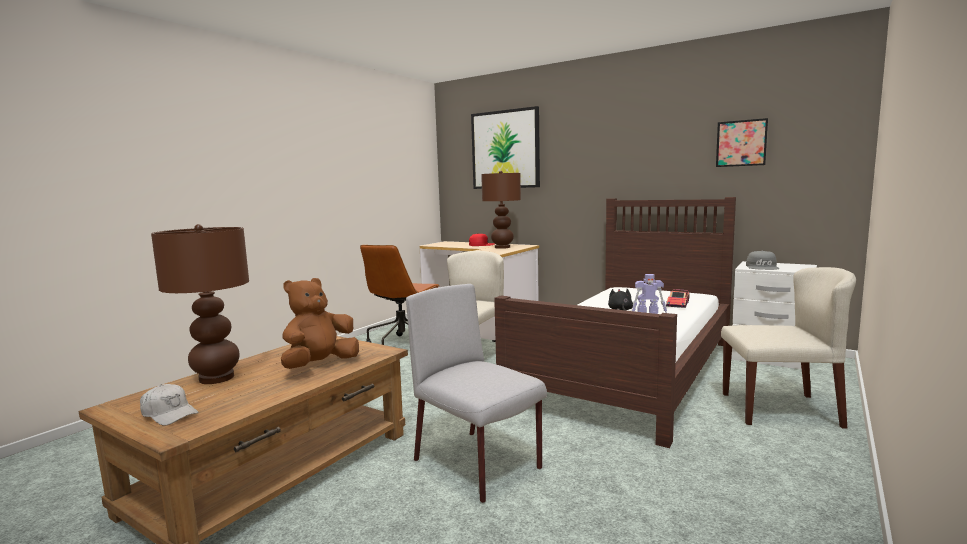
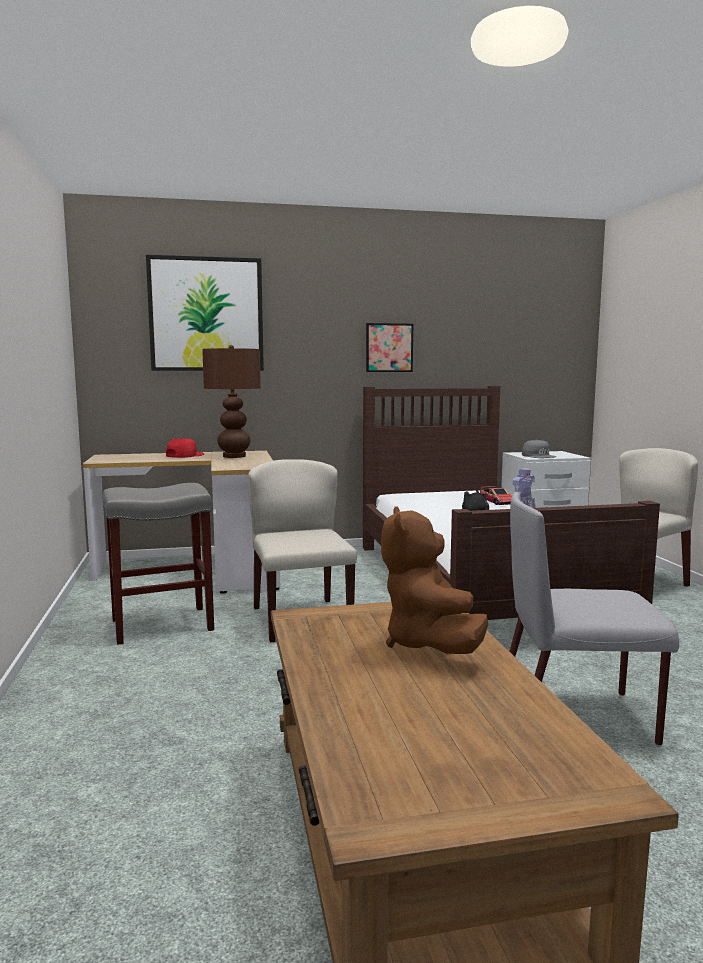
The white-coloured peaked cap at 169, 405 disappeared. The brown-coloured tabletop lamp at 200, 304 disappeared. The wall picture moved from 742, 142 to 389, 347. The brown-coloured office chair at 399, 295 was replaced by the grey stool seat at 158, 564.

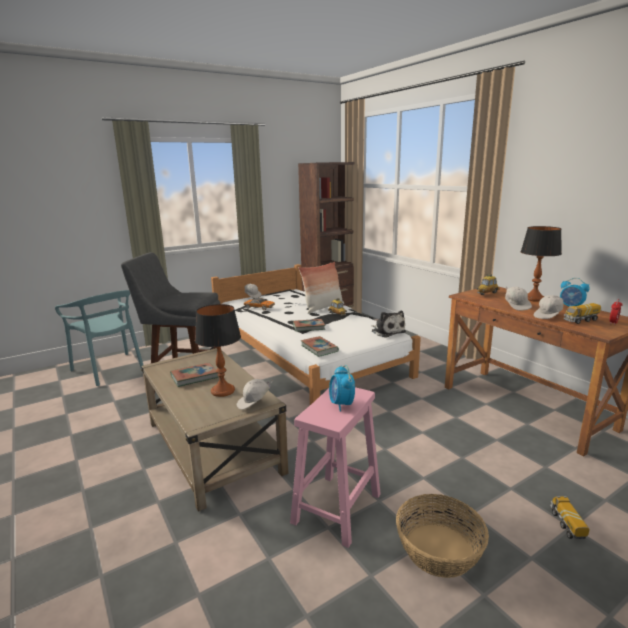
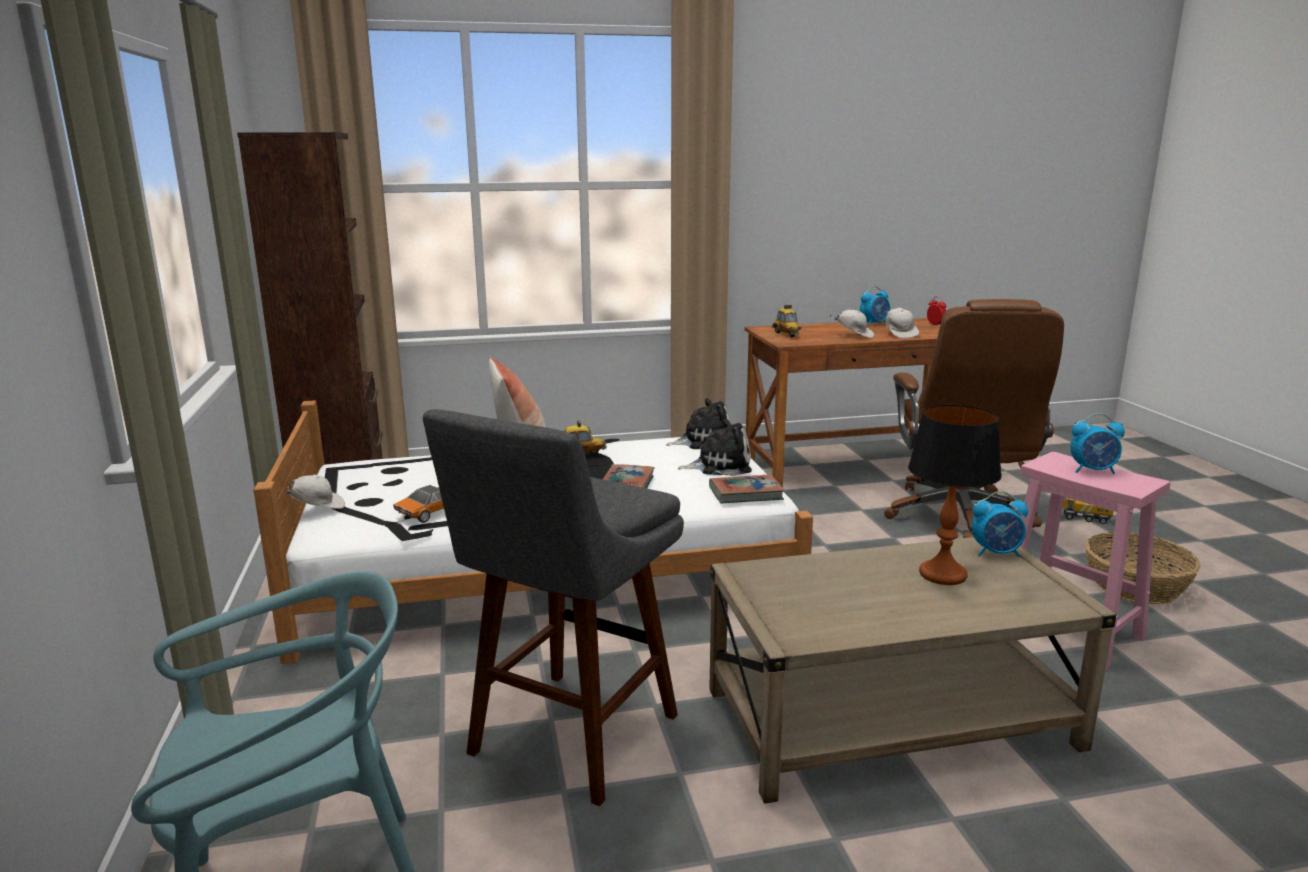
The book at 194, 374 disappeared. The tabletop lamp at 541, 264 disappeared. The toy truck at 582, 313 disappeared. The soft toy at 714, 447 appeared. The brown-coloured office chair at 974, 418 appeared. The white-coloured peaked cap at 255, 394 was replaced by the bedside clock at 1000, 524.

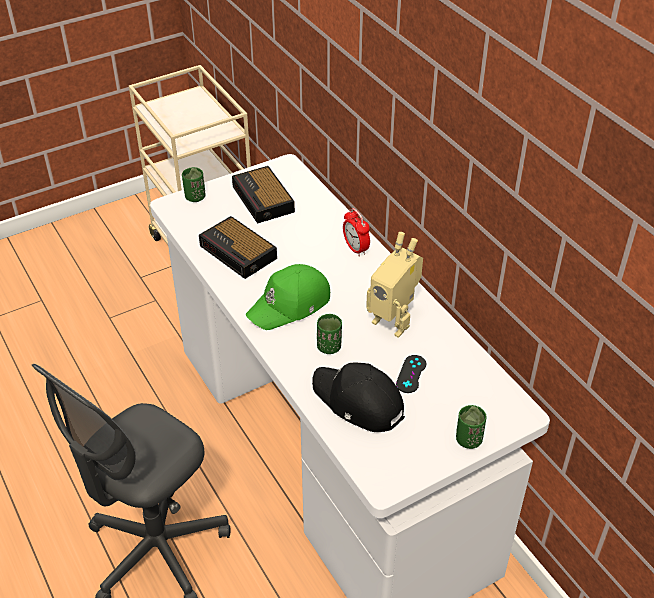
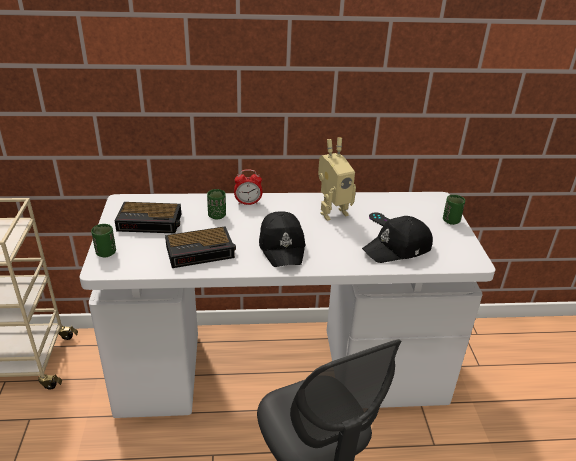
The green cup moved from 329, 334 to 216, 204. The green peaked cap at 288, 297 became the blackish peaked cap at 282, 239.

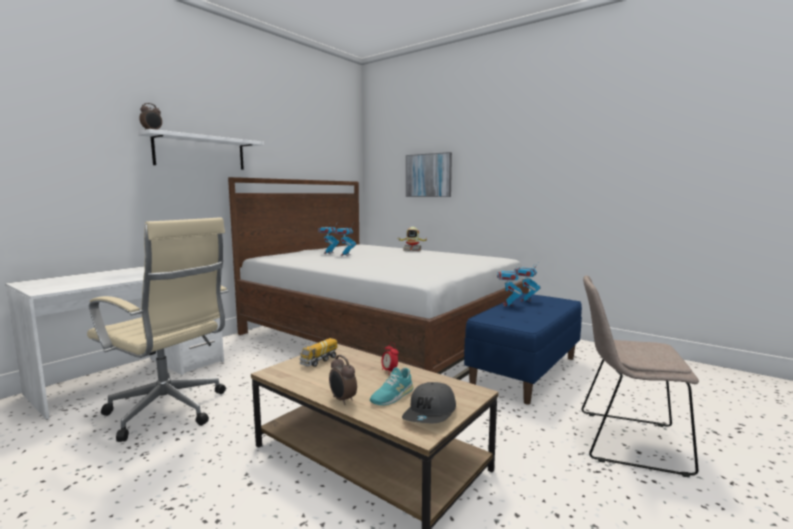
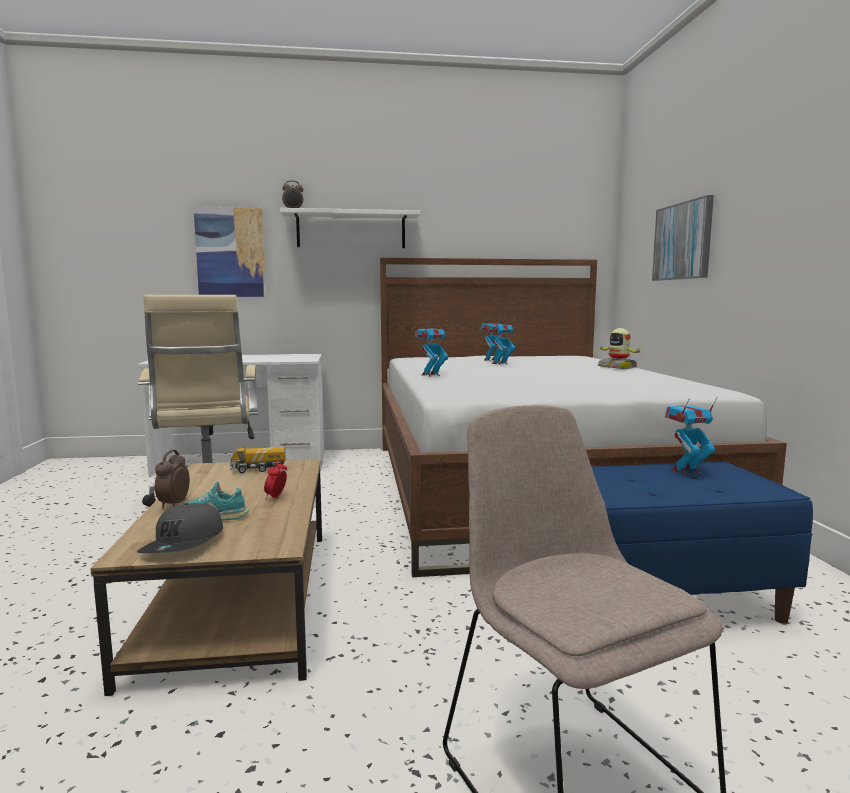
The wall picture at 229, 251 appeared. The robot figure moved from 509, 285 to 431, 348. The grey peaked cap at 429, 402 turned 60 degrees counterclockwise.

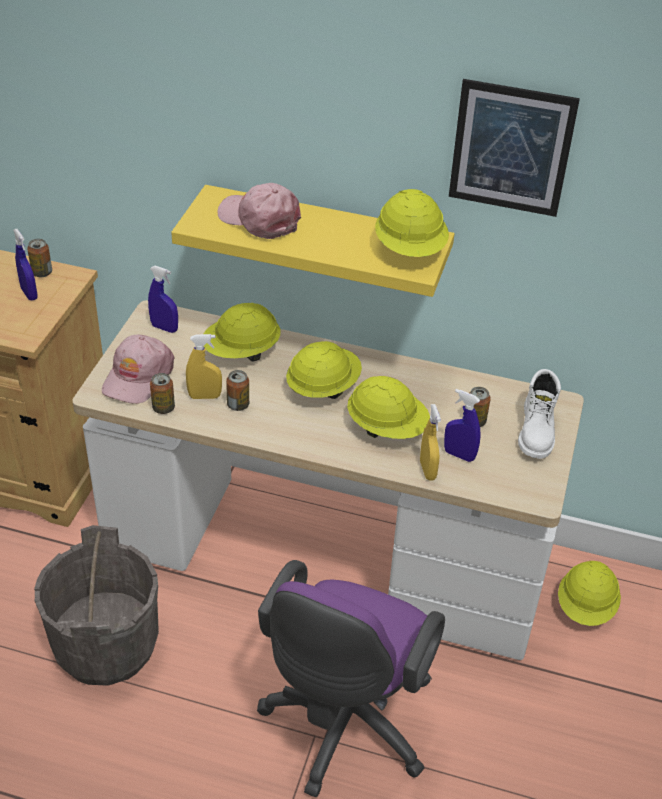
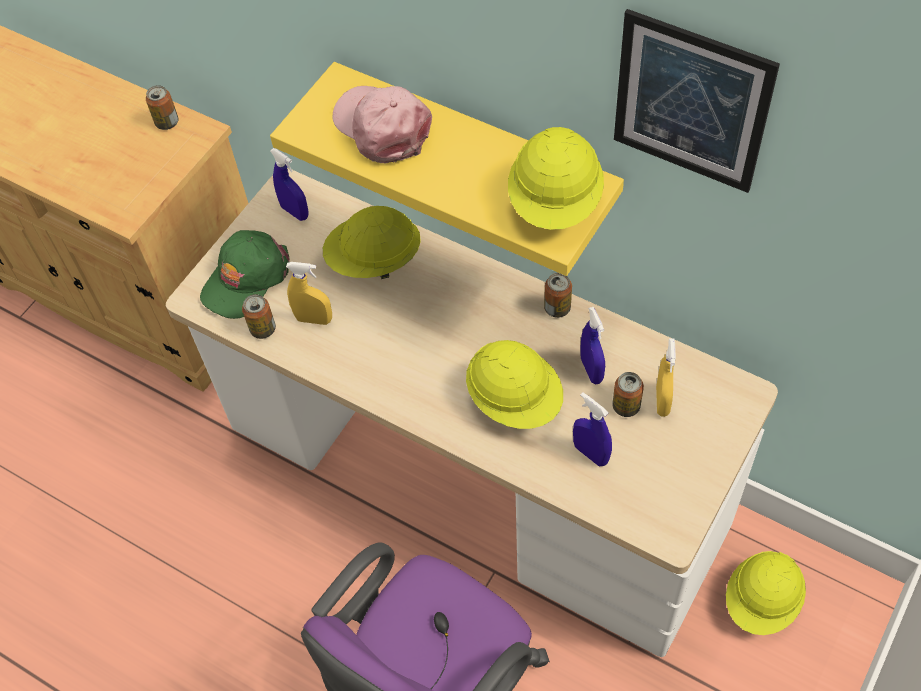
The grey bucket at 96, 605 disappeared. The yellow work helmet at 324, 370 disappeared. The white-coloured boot at 539, 414 disappeared. The blue sprayer moved from 25, 264 to 592, 345. The can moved from 237, 390 to 558, 295. The yellow sprayer moved from 430, 442 to 666, 377. The pink-coloured peaked cap at 138, 369 became the green peaked cap at 245, 274.

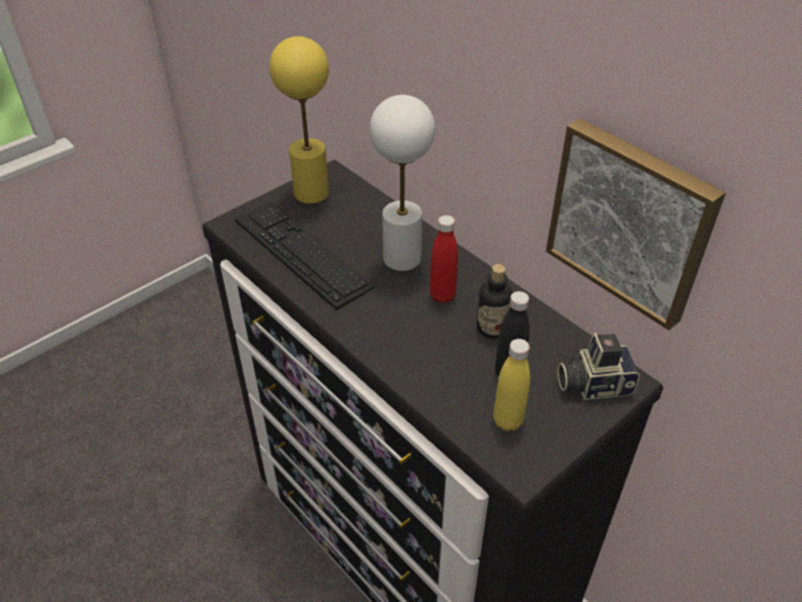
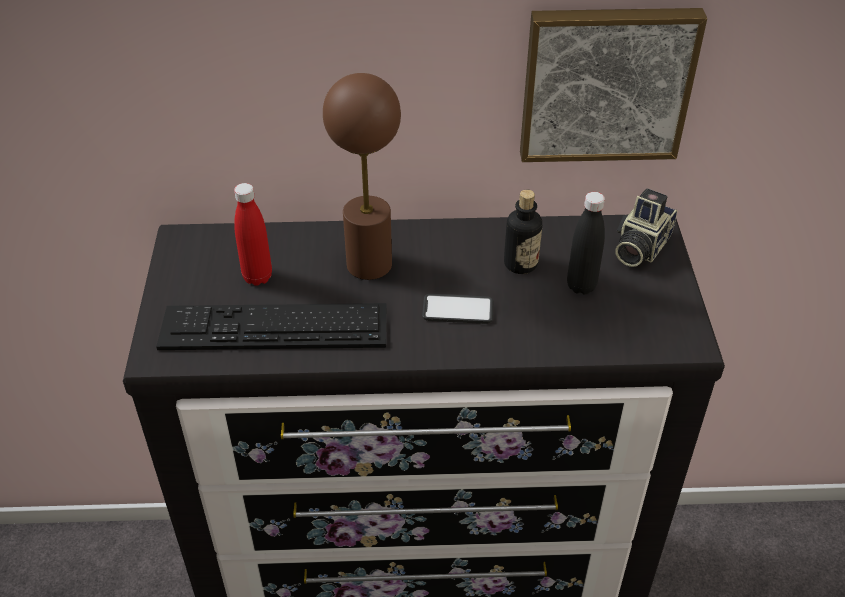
The yellow tabletop lamp at 299, 120 disappeared. The yellow beverage bottle at 511, 385 disappeared. The telephone at 457, 309 appeared. The reddish beverage bottle moved from 444, 259 to 253, 234. The white-coloured tabletop lamp at 402, 183 became the brown-coloured tabletop lamp at 362, 176.

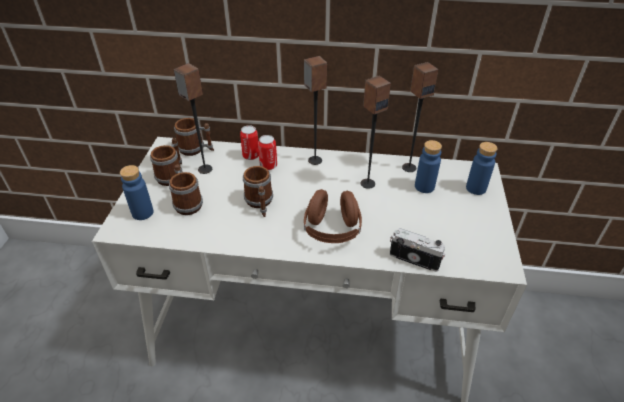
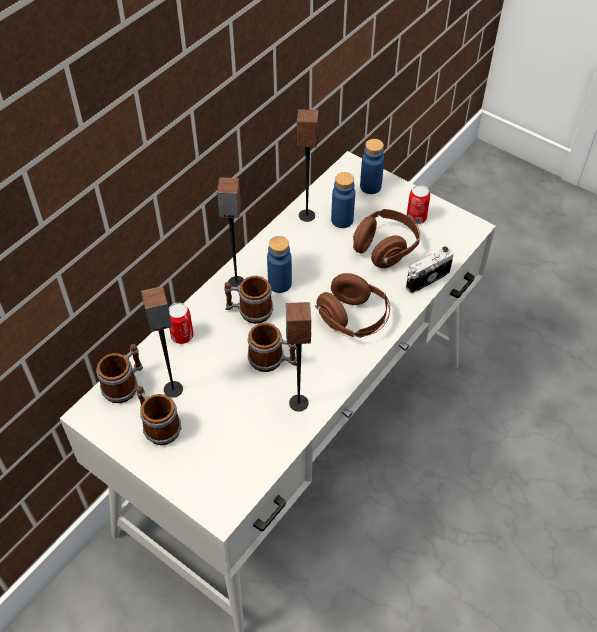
The brown-coloured headset at 386, 238 appeared. The blue beverage bottle moved from 137, 192 to 279, 264. The mug moved from 186, 189 to 248, 300. The can moved from 267, 152 to 418, 204. The audio speaker moved from 376, 132 to 298, 356.

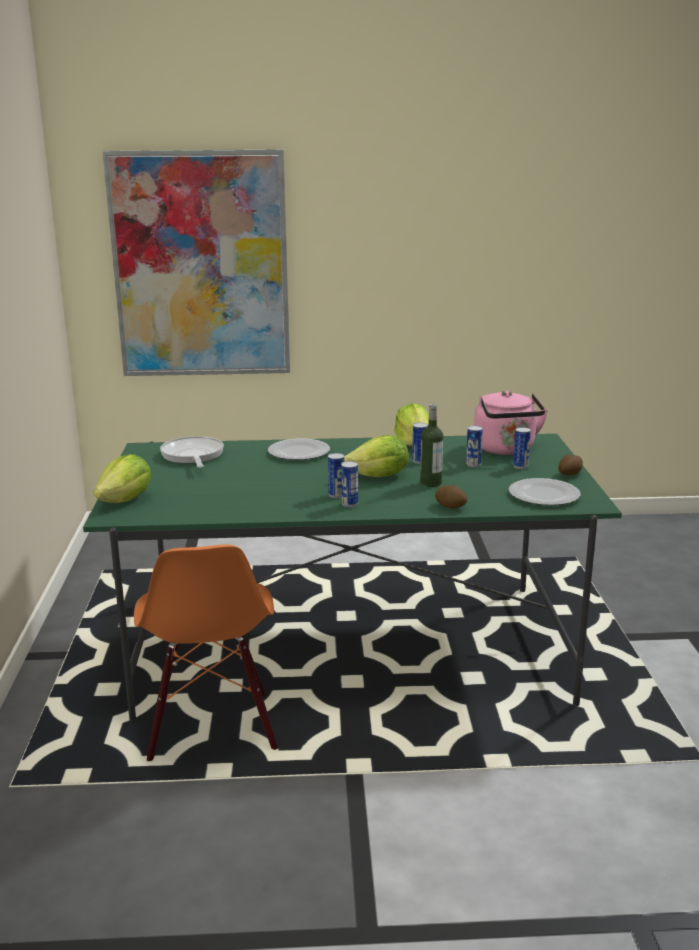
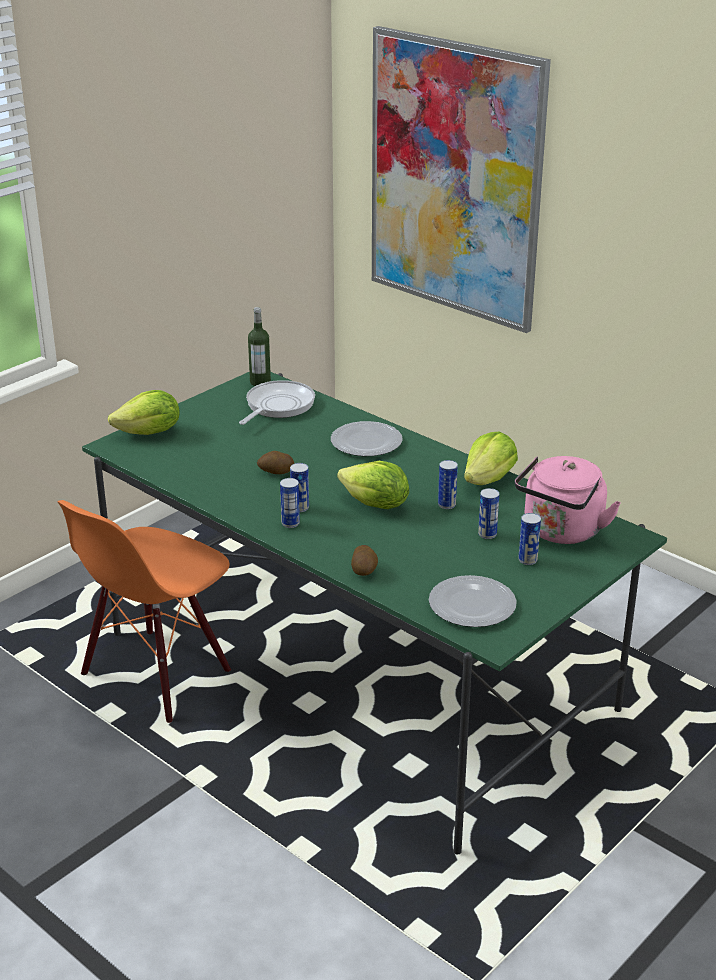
The beverage bottle moved from 431, 445 to 259, 346. The whole potato moved from 570, 465 to 275, 462.

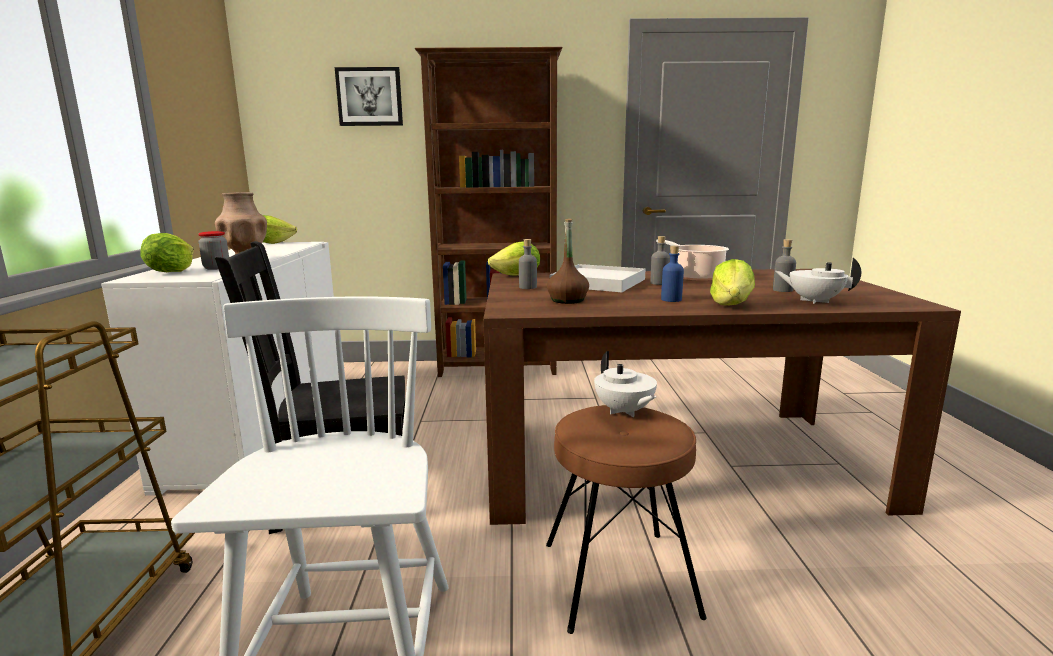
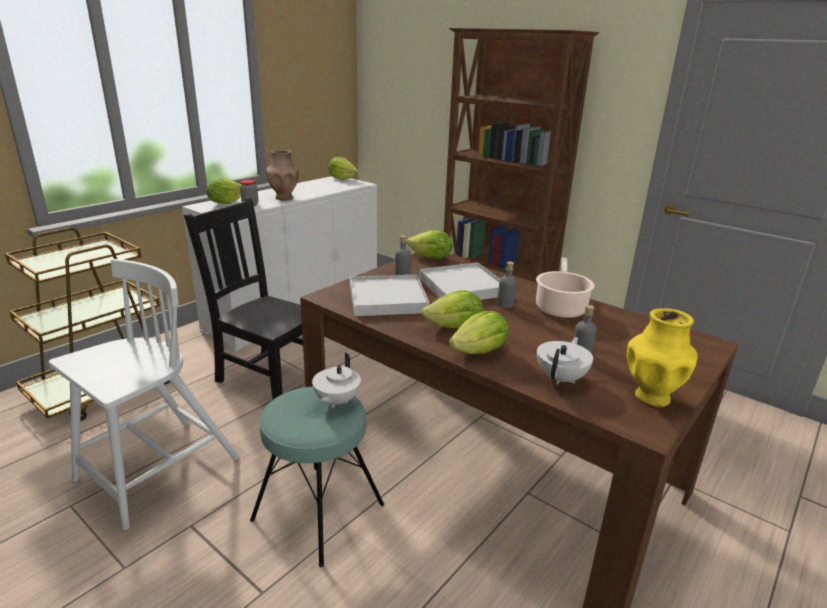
The wall picture at 369, 96 disappeared. The yellow flower vase at 662, 357 appeared. The brown-coloured beverage bottle at 568, 261 was replaced by the white-coloured carrying tray at 390, 295. The blue beverage bottle at 672, 273 was replaced by the lettuce at 452, 309. The brown-coloured stool seat at 626, 519 became the turquoise stool seat at 317, 477. The white-coloured pot for tea at 818, 281 turned 45 degrees clockwise.

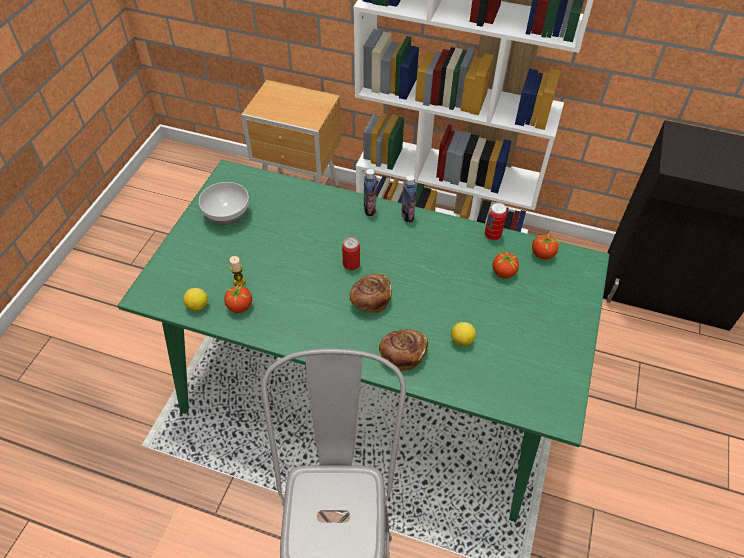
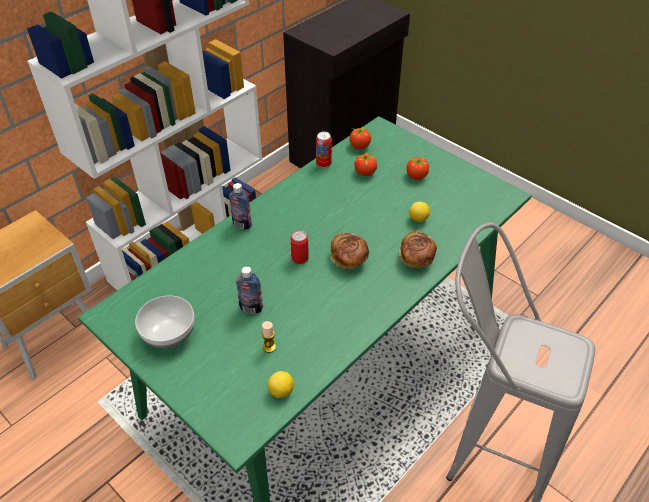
The fresh tomato moved from 238, 297 to 417, 168. The beverage bottle moved from 409, 198 to 249, 290.

